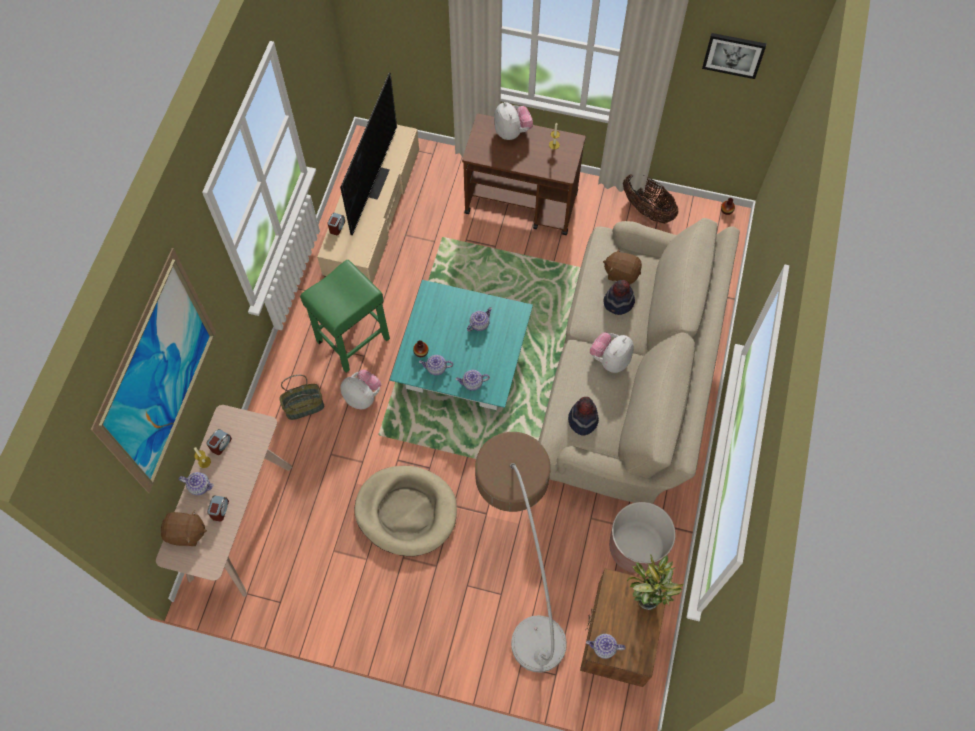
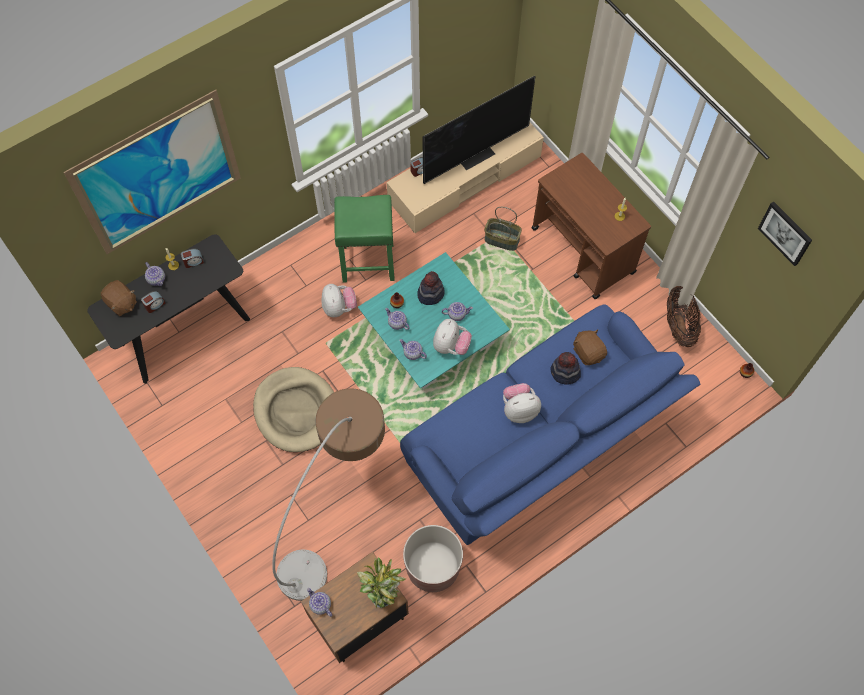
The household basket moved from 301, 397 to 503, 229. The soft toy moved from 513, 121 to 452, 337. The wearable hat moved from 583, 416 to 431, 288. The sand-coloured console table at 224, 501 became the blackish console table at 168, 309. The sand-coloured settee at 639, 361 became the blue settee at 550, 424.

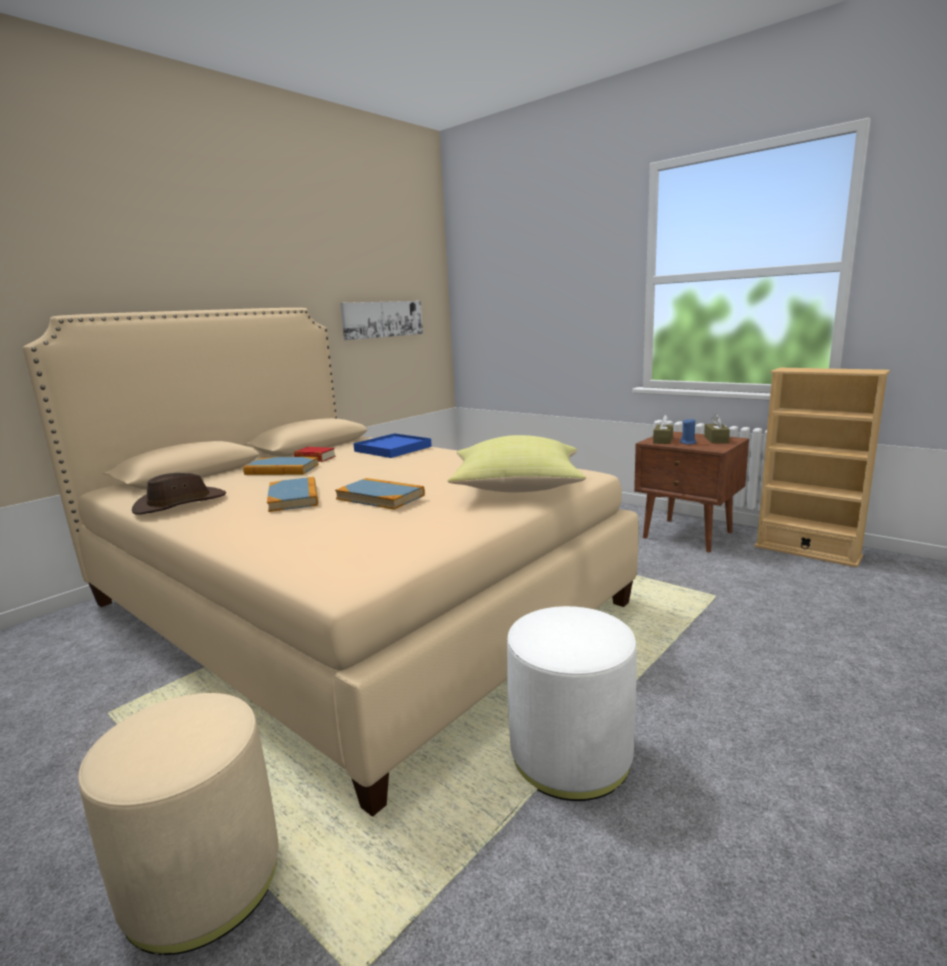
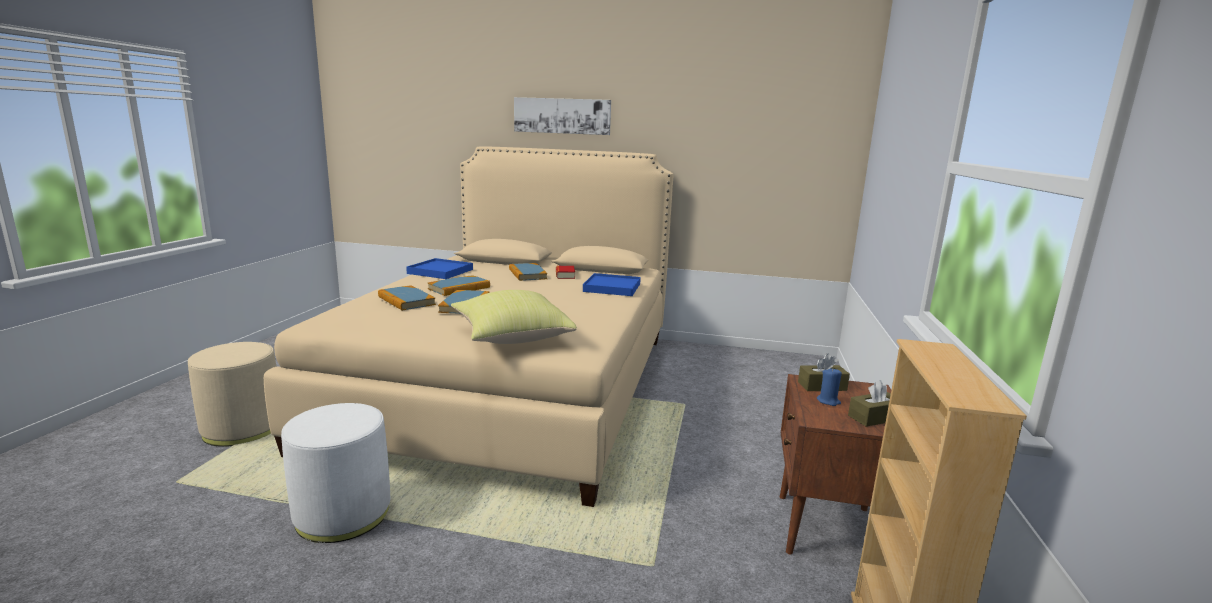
The book at 407, 298 appeared. The wall picture moved from 381, 320 to 562, 116. The brown-coloured wearable hat at 179, 494 was replaced by the blue carrying tray at 439, 268.

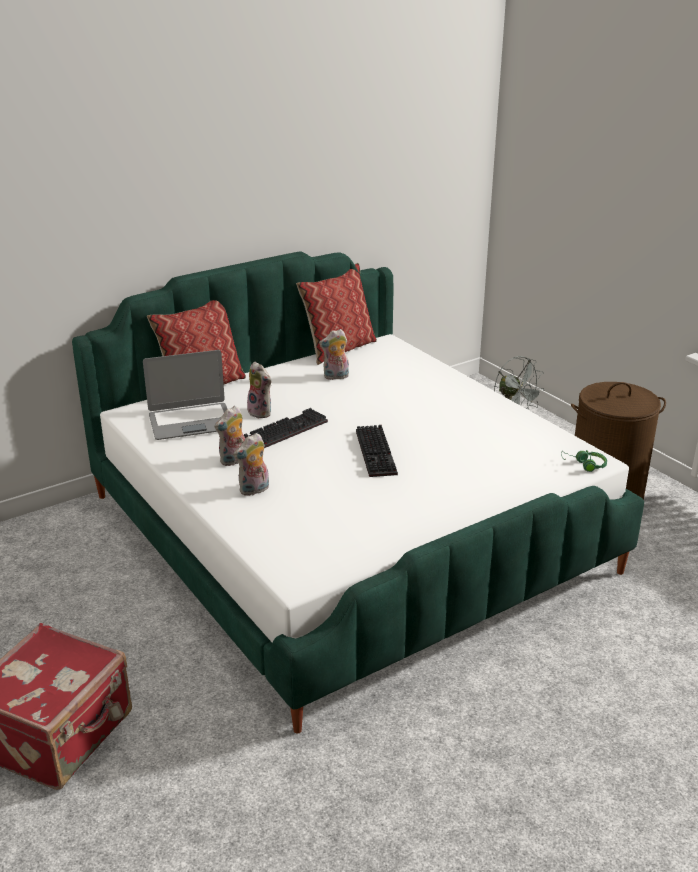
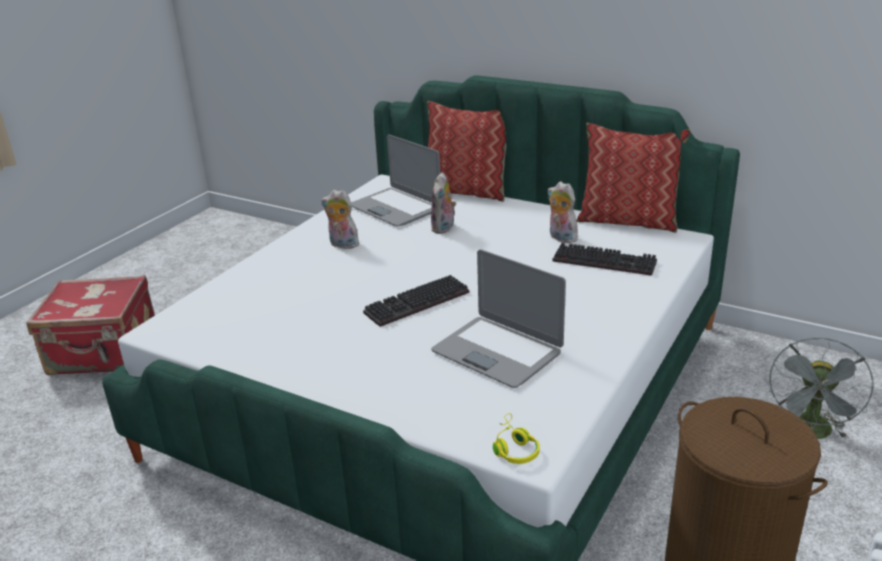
The soft toy at 251, 464 disappeared. The laptop at 498, 318 appeared. The PC keyboard moved from 286, 428 to 605, 259. The green headset at 584, 461 became the yellow headset at 516, 438.

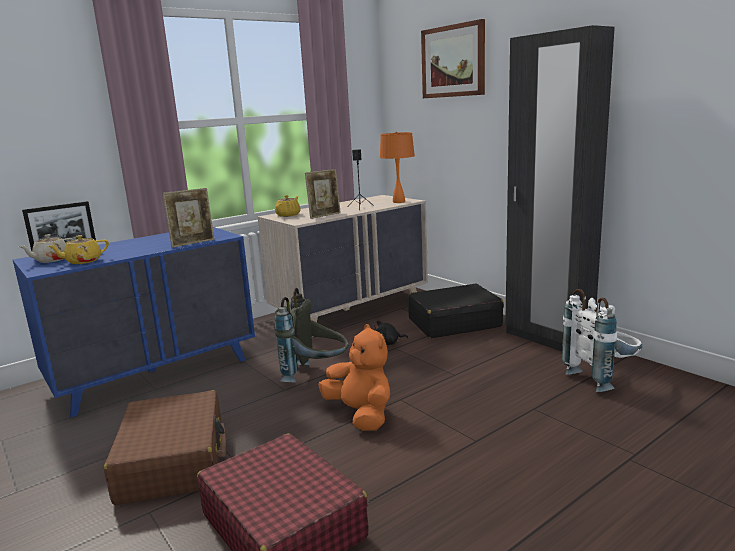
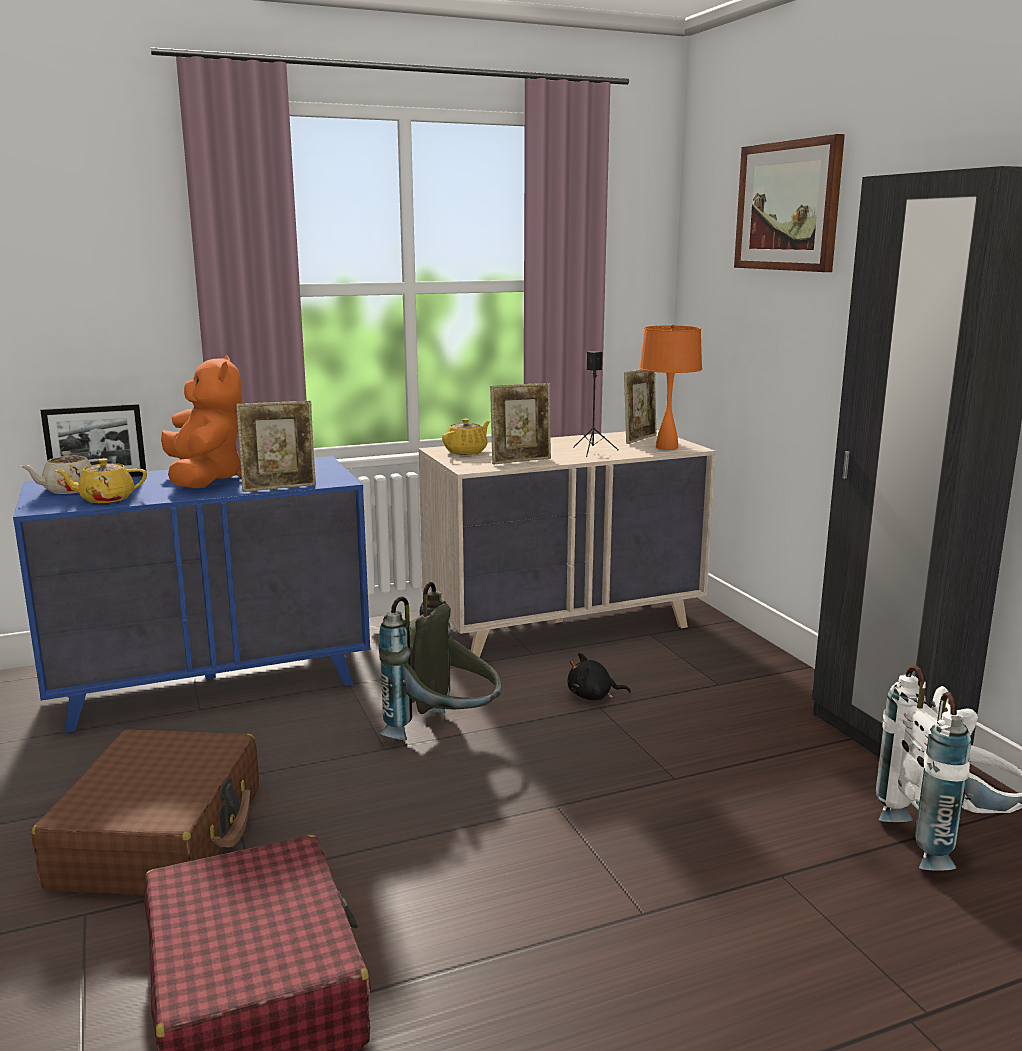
The blackish piece of luggage at 456, 311 disappeared. The photo frame at 640, 406 appeared. The orange soft toy moved from 354, 377 to 201, 421.

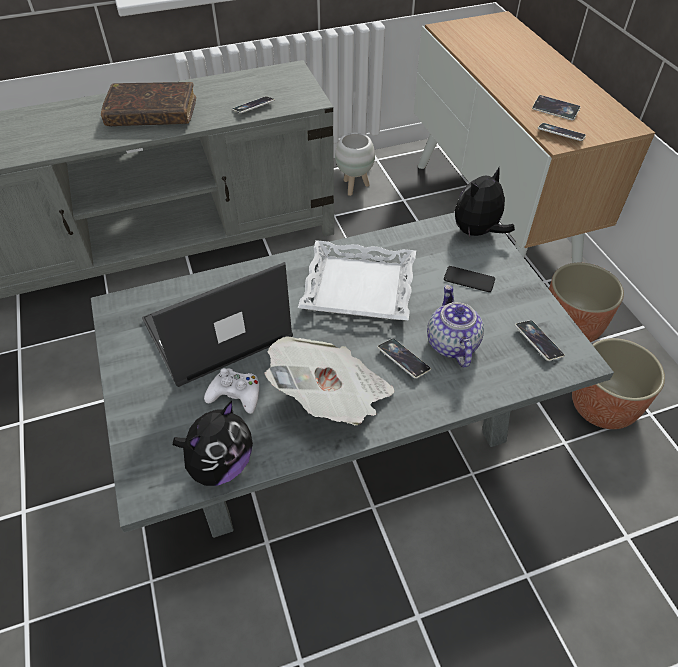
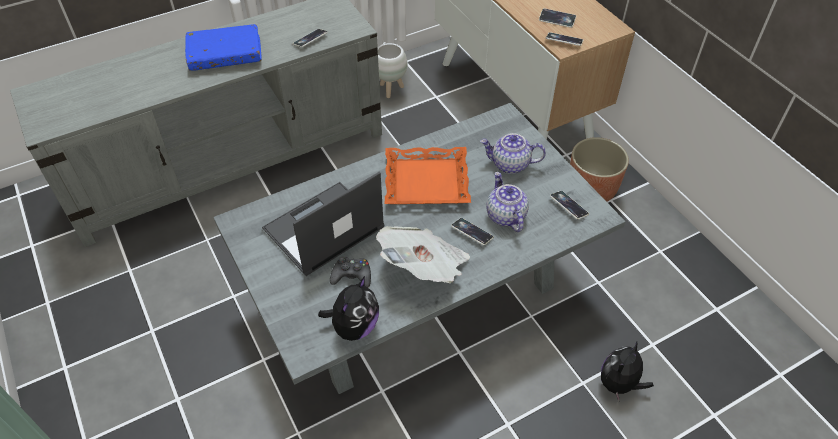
The planter at 618, 383 disappeared. The soft toy moved from 485, 202 to 627, 371. The telephone at 469, 279 was replaced by the pot for tea at 513, 153. The brown-coloured book at 148, 104 became the blue book at 223, 47. The white-coloured joypad at 231, 391 became the blackish joypad at 350, 272. The white-coloured carrying tray at 357, 280 became the orange carrying tray at 428, 175.

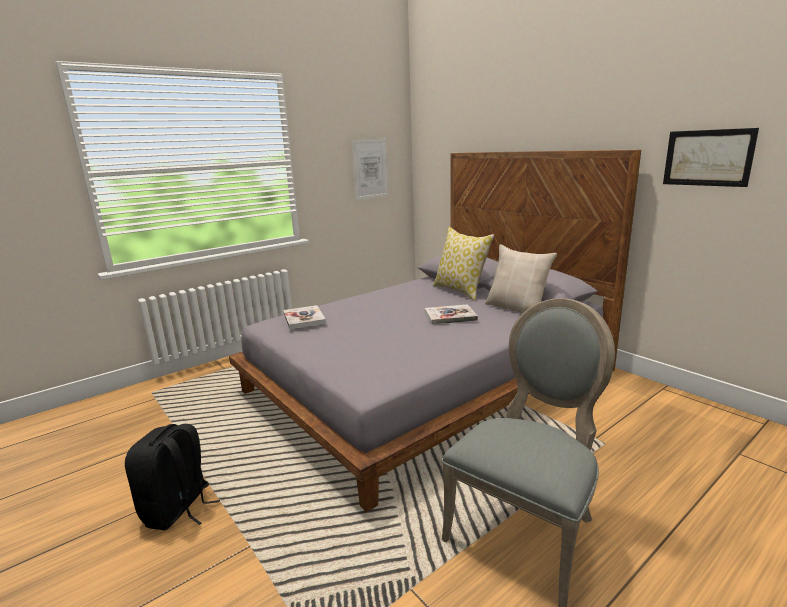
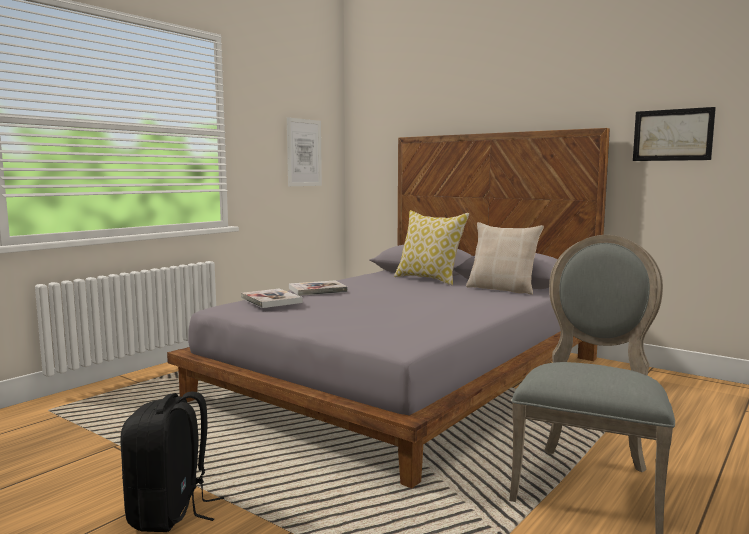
The book moved from 451, 314 to 318, 288.

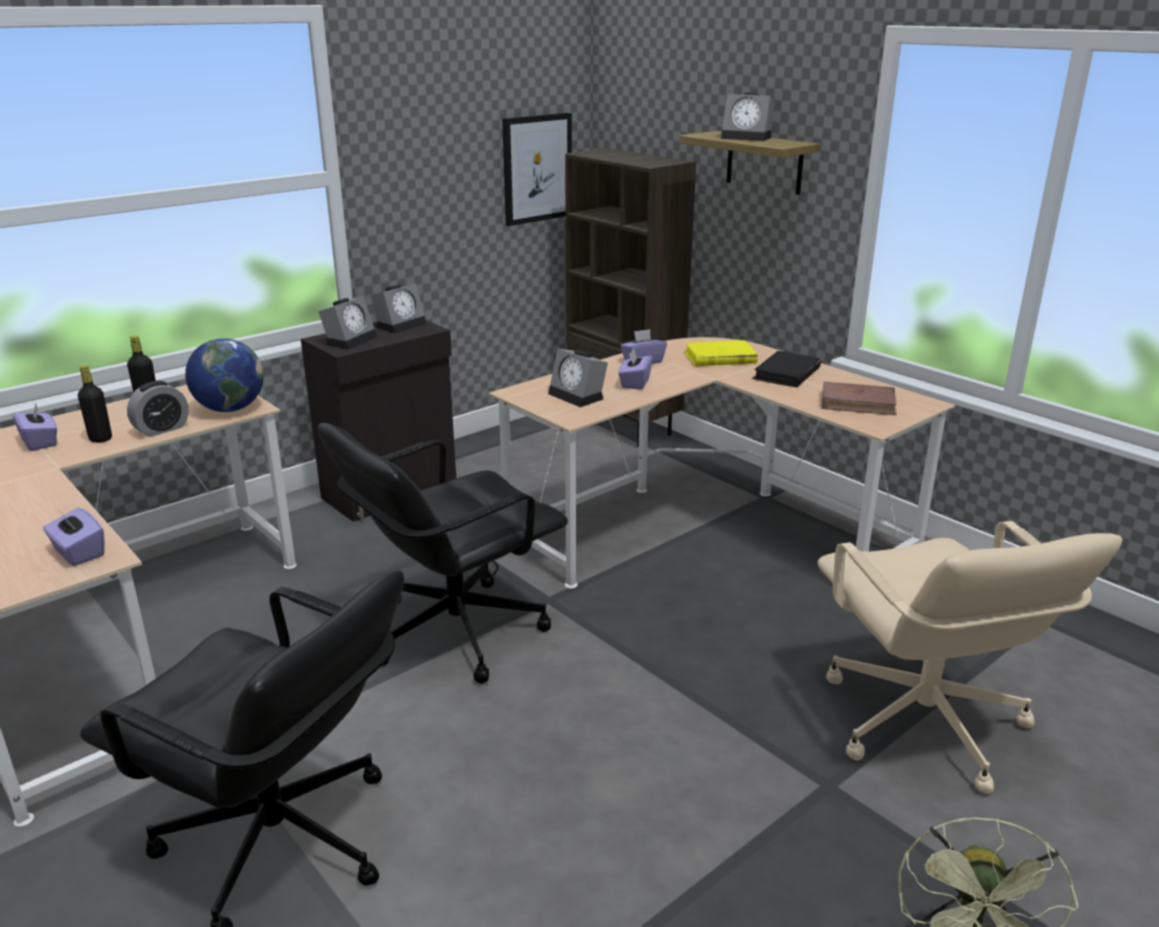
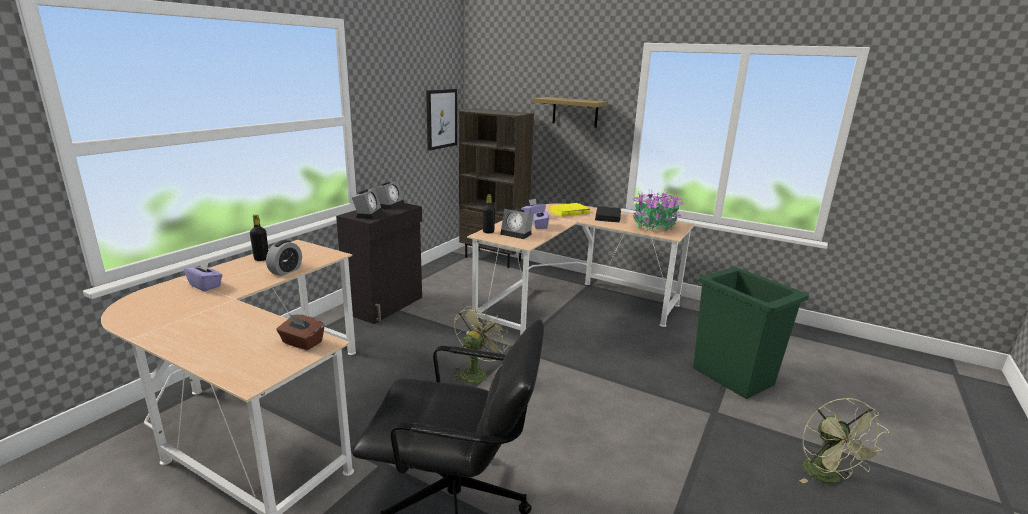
The desk globe at 224, 375 disappeared. The bedside clock at 748, 116 disappeared. The blackish beverage bottle moved from 95, 404 to 489, 213. The blackish office chair at 443, 553 was replaced by the green cooling fan at 480, 344. The sand-coloured office chair at 970, 657 was replaced by the green rubbish bin at 751, 333. The brown-coloured book at 859, 398 was replaced by the plant in a pot at 657, 211. The purplish box of tissues at 74, 537 became the brown-coloured box of tissues at 300, 332.

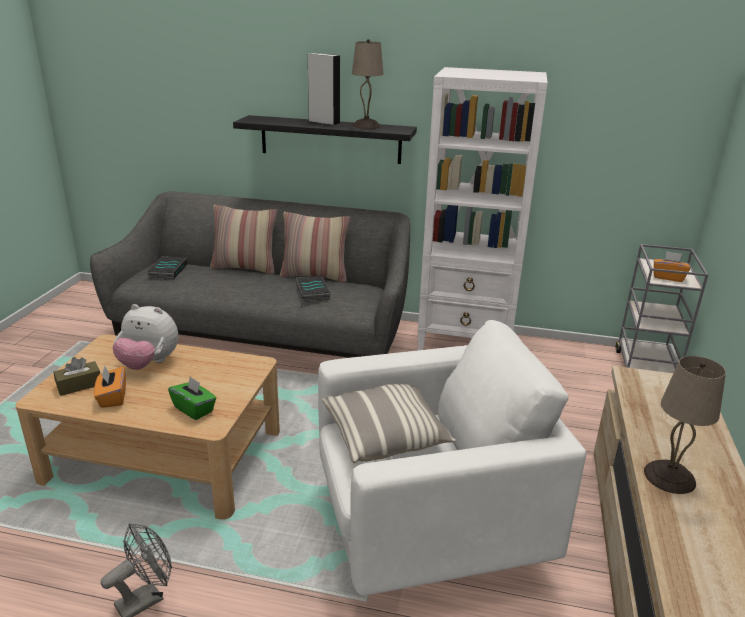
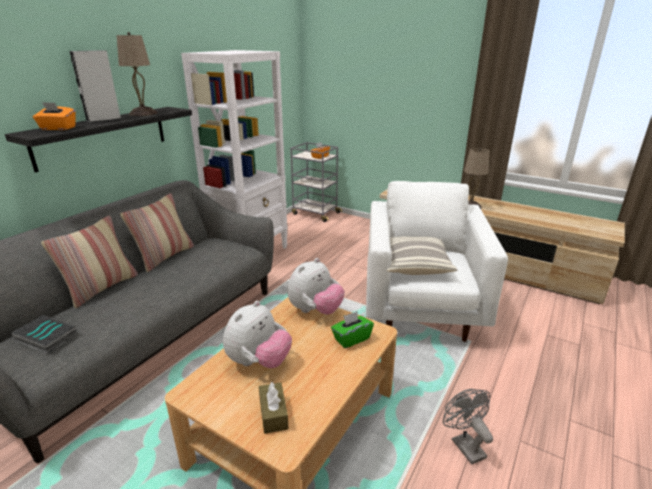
The book at 313, 289 disappeared. The soft toy at 316, 286 appeared. The orange box of tissues moved from 110, 386 to 54, 116.

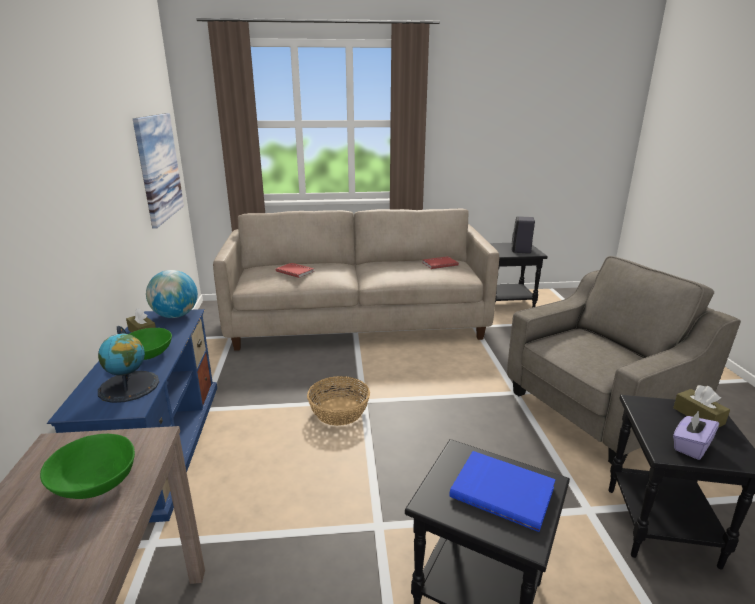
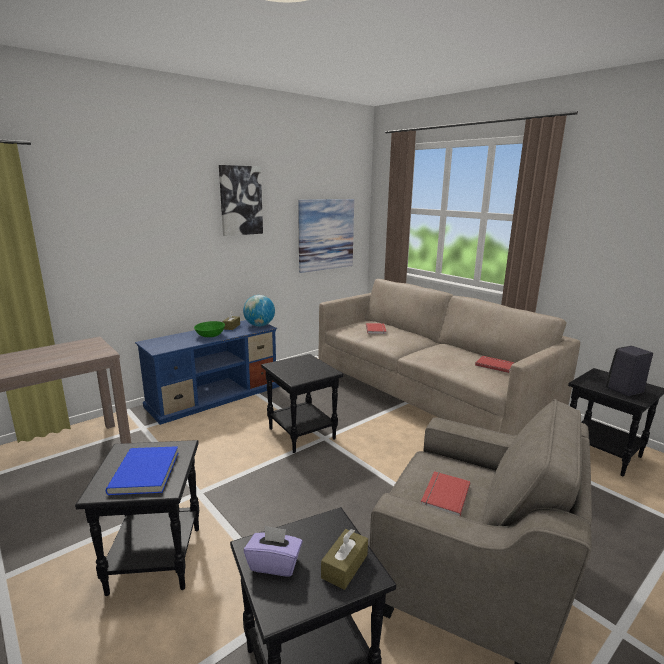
The green deep dish at 87, 466 disappeared. The desk globe at 128, 364 disappeared. The wall picture at 241, 200 appeared. The reddish book at 445, 493 appeared. The household basket at 338, 401 was replaced by the blackish accent table at 302, 403.

